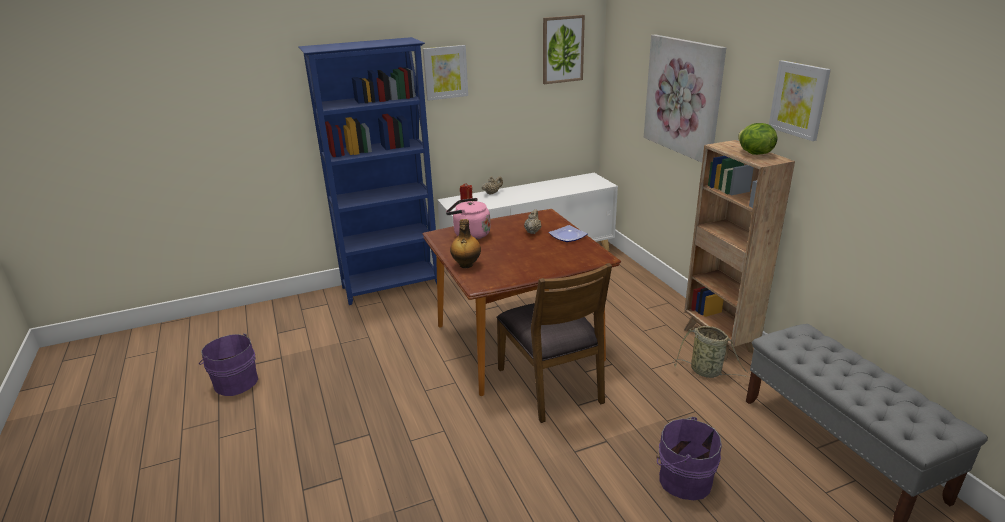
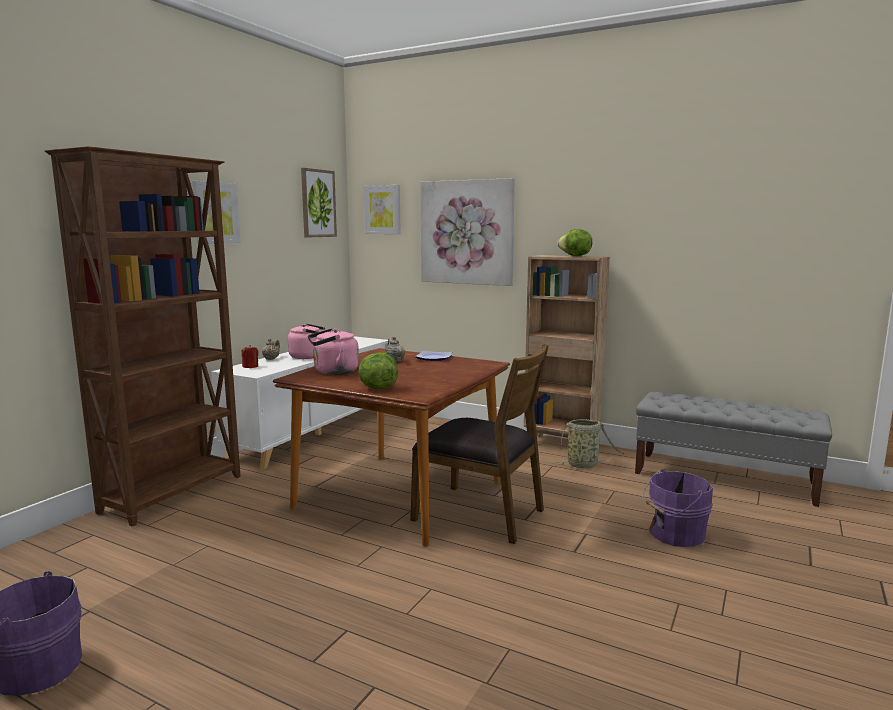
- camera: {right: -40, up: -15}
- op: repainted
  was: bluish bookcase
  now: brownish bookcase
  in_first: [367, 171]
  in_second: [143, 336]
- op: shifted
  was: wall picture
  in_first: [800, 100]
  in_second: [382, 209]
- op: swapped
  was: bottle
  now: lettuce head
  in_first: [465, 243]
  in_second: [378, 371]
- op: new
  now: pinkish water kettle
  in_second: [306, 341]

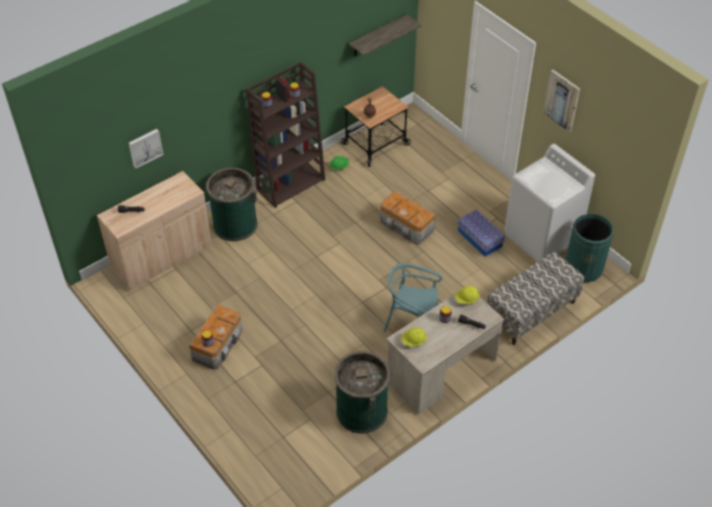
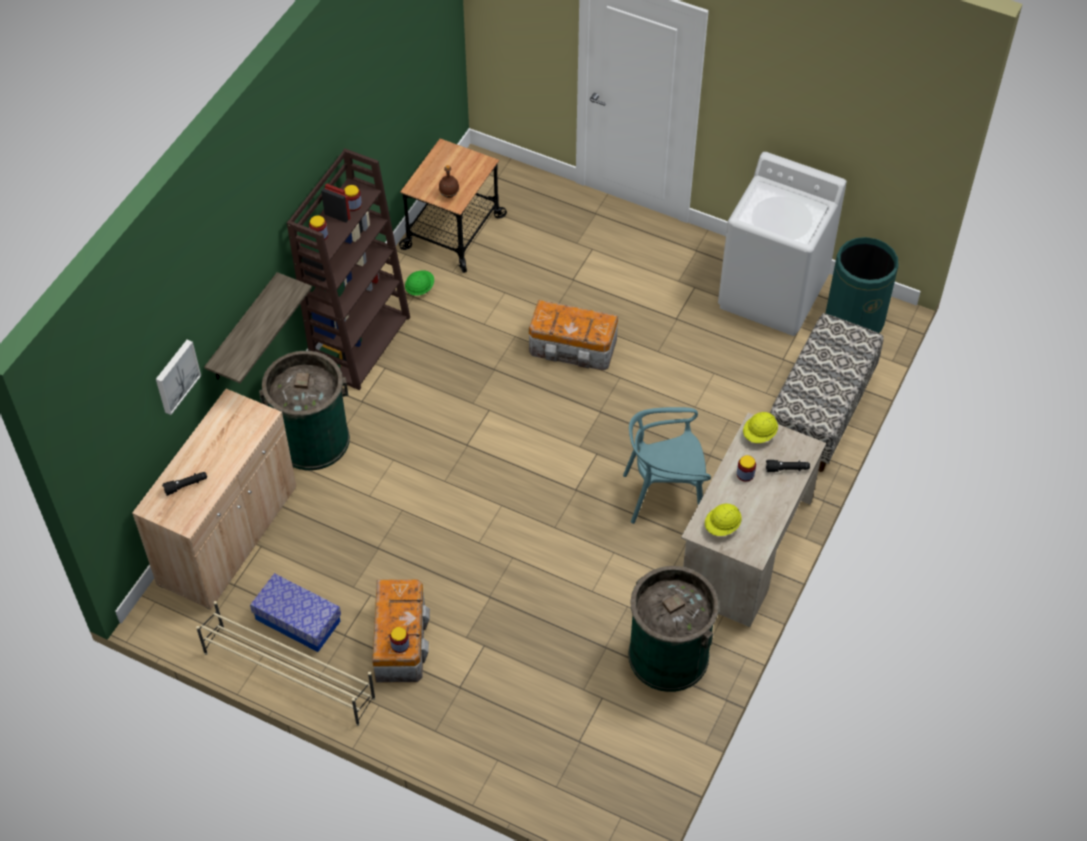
- camera: {right: -25, up: 5}
- op: shifted
  was: shelf
  in_first: [385, 35]
  in_second: [258, 327]
- op: gone
  was: wall picture
  in_first: [561, 101]
- op: shifted
  was: storage box
  in_first: [481, 233]
  in_second: [295, 612]
- op: new
  now: beige shoe stand
  in_second: [286, 663]

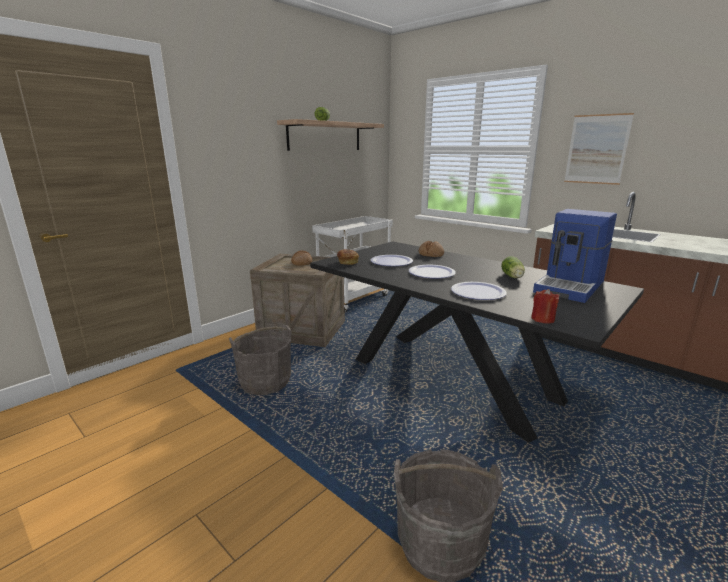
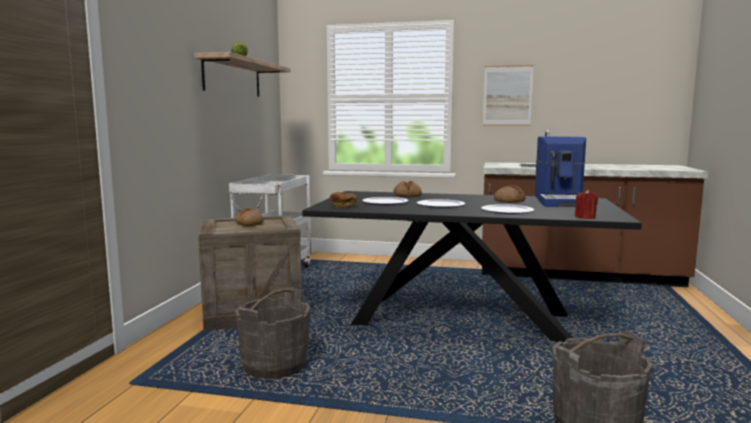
- camera: {right: -30, up: -10}
- op: swapped
  was: lettuce head
  now: baked bread
  in_first: [513, 267]
  in_second: [510, 194]

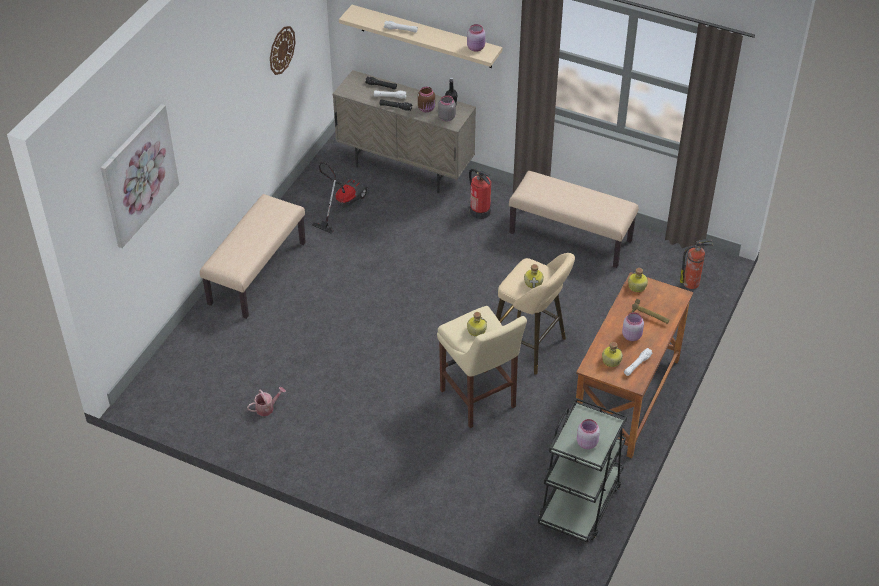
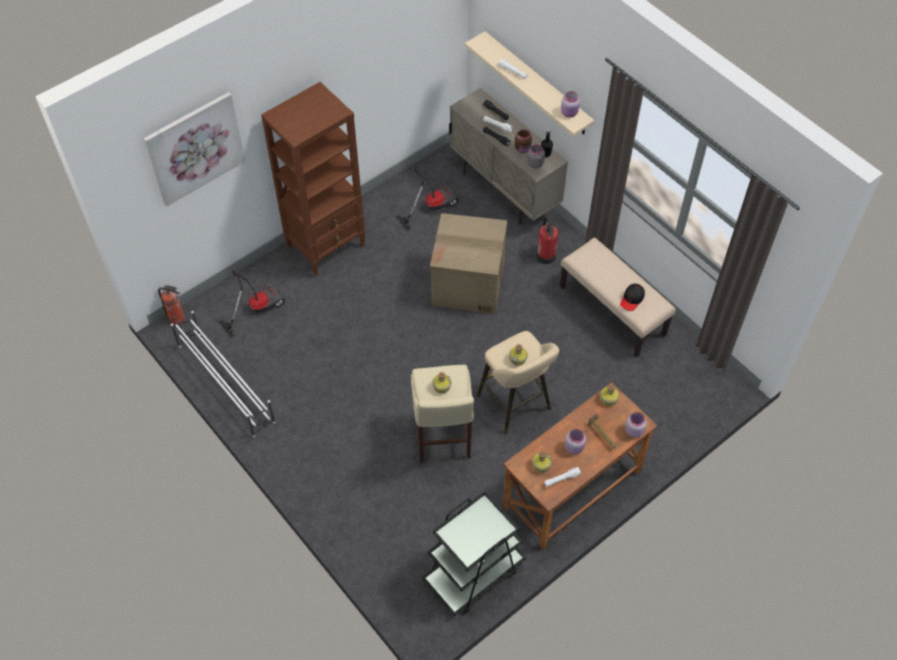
- camera: {right: 25, up: 10}
- op: gone
  was: hanging clock
  in_first: [283, 50]
- op: swapped
  was: beige bench
  now: brownish bookcase
  in_first: [253, 256]
  in_second: [313, 179]
- op: shifted
  was: fire-fighting cylinder
  in_first: [697, 264]
  in_second: [171, 305]
- op: gone
  was: watering can
  in_first: [266, 401]
- op: shifted
  was: pinkish jar
  in_first: [588, 434]
  in_second: [636, 425]
- op: new
  now: cardboard box
  in_second: [468, 263]
- op: new
  now: vacuum
  in_second: [251, 304]
- op: new
  now: black-coloured peaked cap
  in_second: [632, 297]
- op: new
  now: white-coloured shoe stand
  in_second: [223, 374]

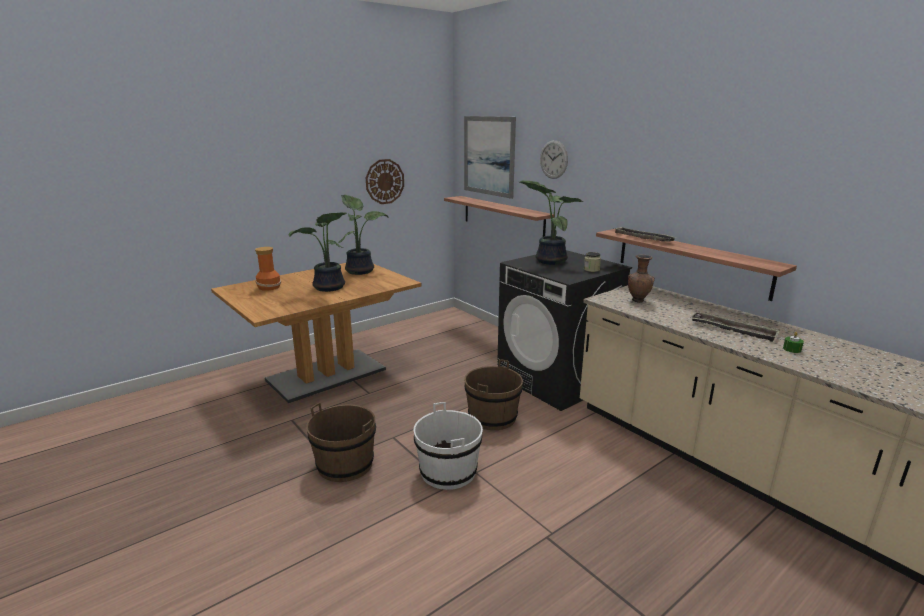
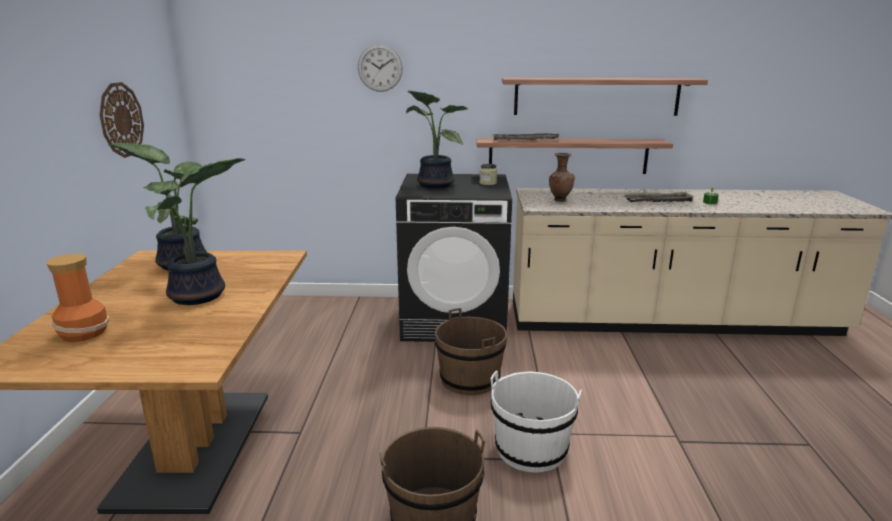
- camera: {right: -50, up: 0}
- op: gone
  was: wall picture
  in_first: [490, 157]
- op: shifted
  was: shelf
  in_first: [499, 216]
  in_second: [605, 97]

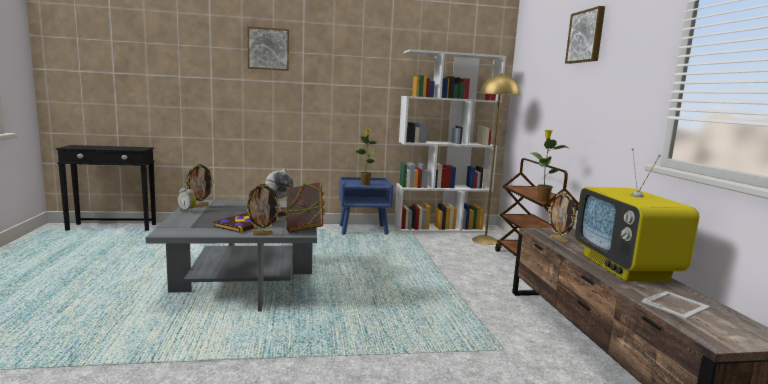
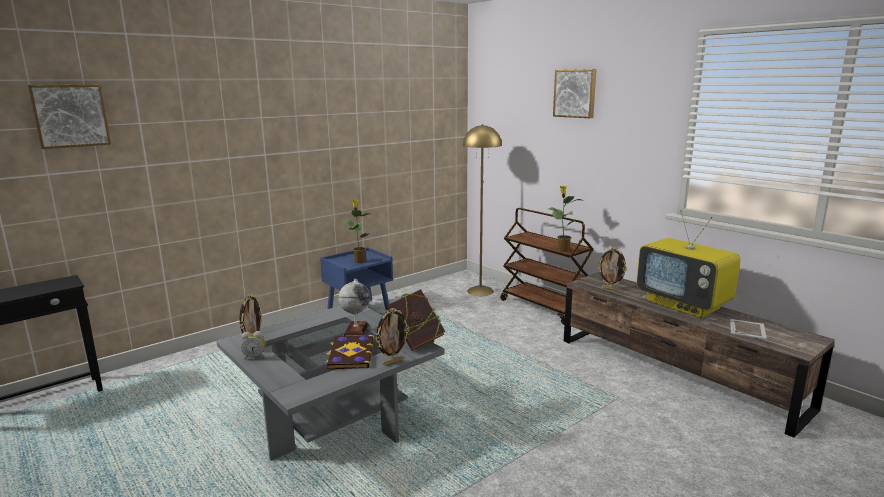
- camera: {right: -30, up: 5}
- op: shifted
  was: wall picture
  in_first: [268, 48]
  in_second: [69, 116]
- op: gone
  was: white-coloured bookcase
  in_first: [450, 140]

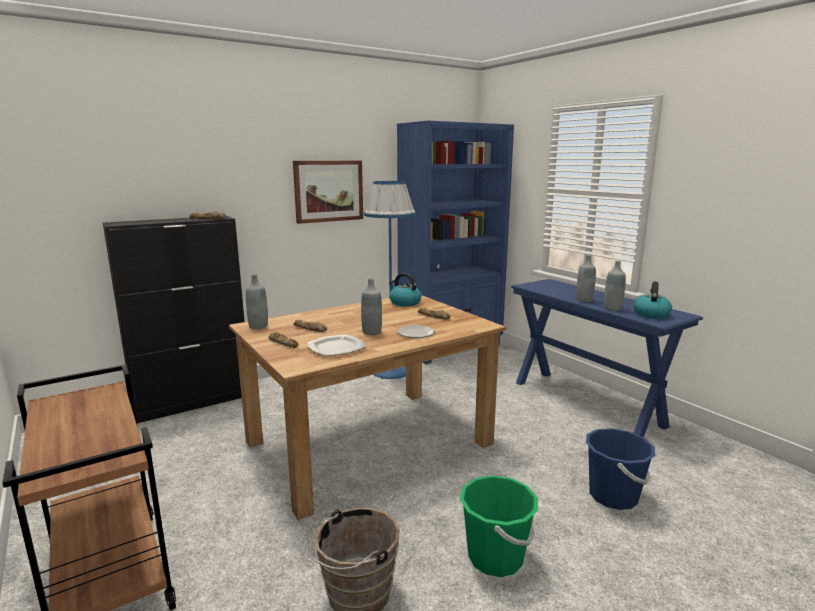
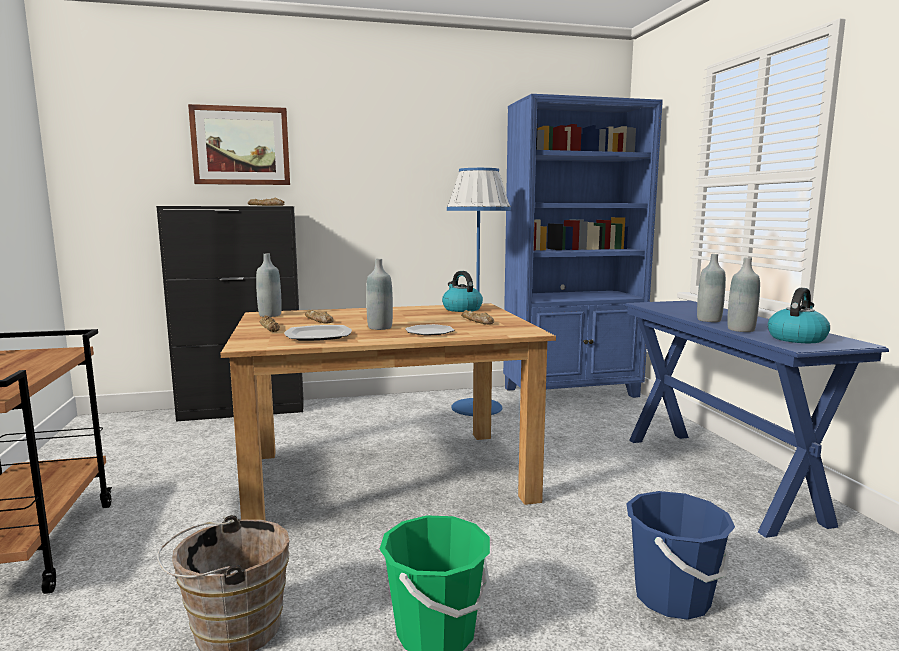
- camera: {right: 20, up: -5}
- op: shifted
  was: wall picture
  in_first: [328, 192]
  in_second: [239, 144]

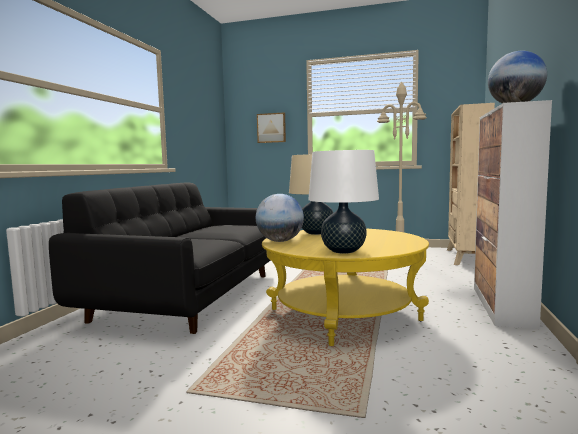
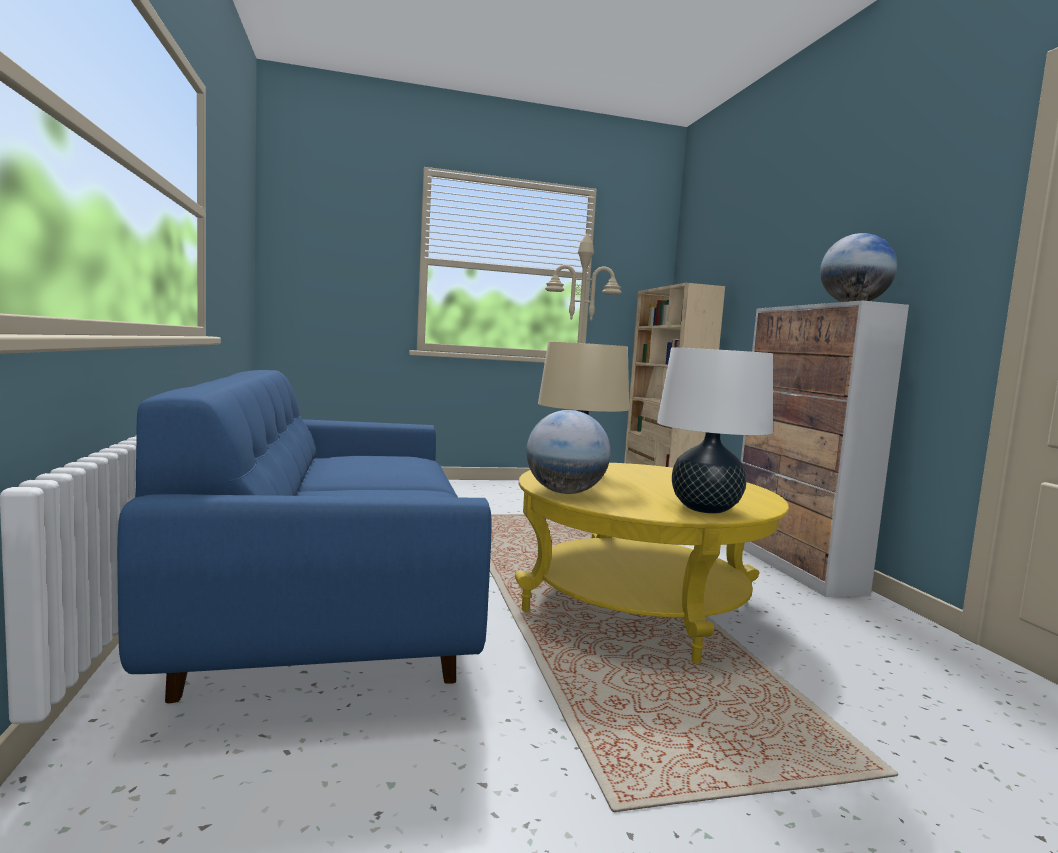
- camera: {right: -30, up: 0}
- op: gone
  was: wall picture
  in_first: [271, 128]
- op: repainted
  was: black-coloured sofa
  now: bluish sofa
  in_first: [160, 258]
  in_second: [304, 536]

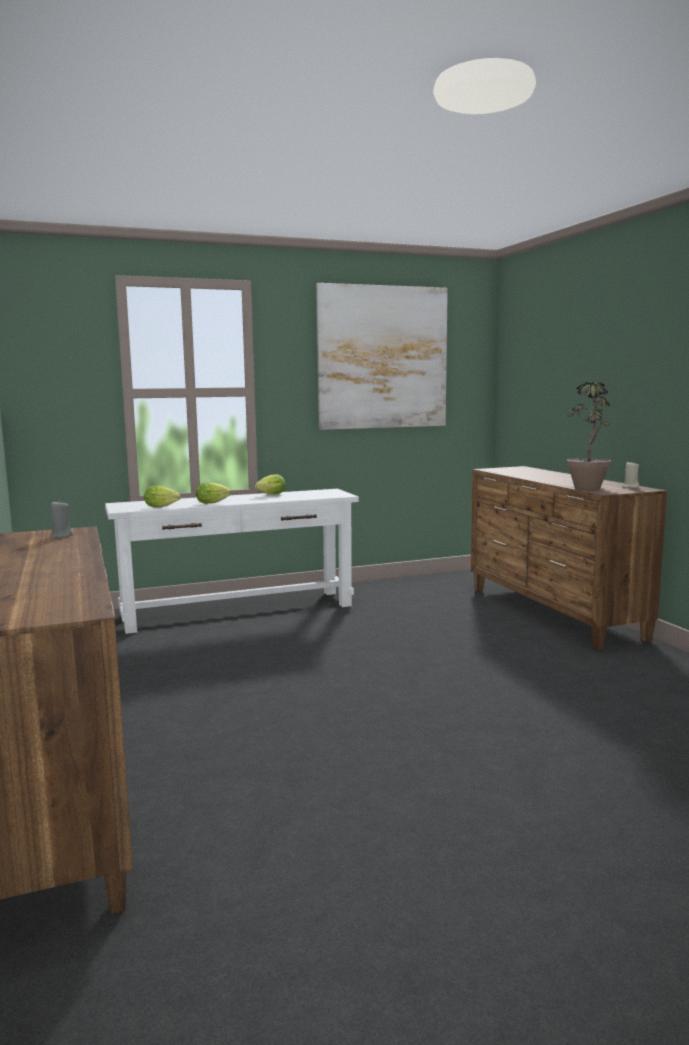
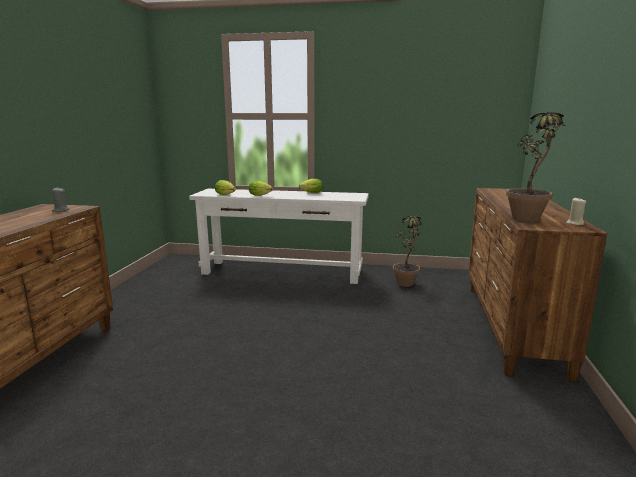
- camera: {right: 30, up: 5}
- op: gone
  was: wall picture
  in_first: [382, 356]
- op: new
  now: plant in a pot
  in_second: [407, 251]

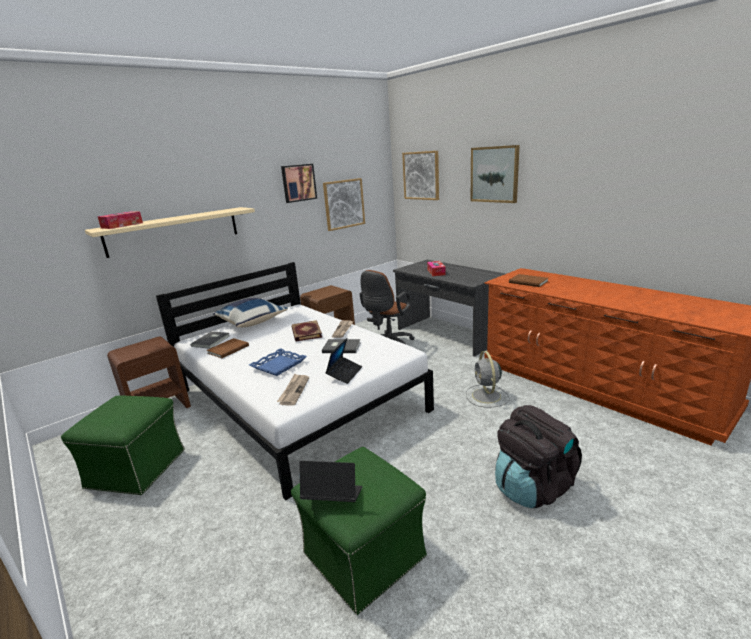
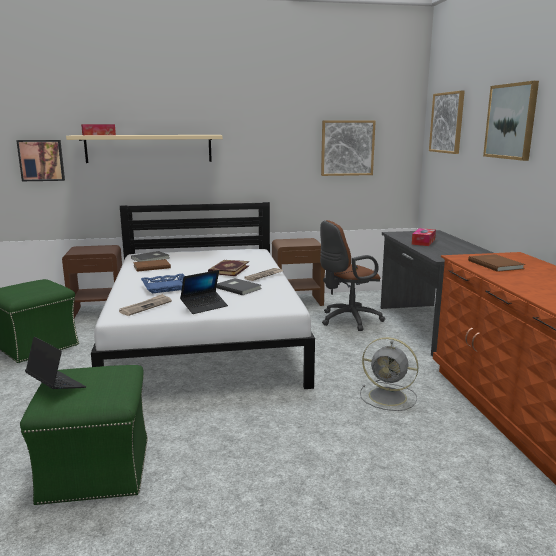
- camera: {right: 30, up: -5}
- op: shifted
  was: wall picture
  in_first: [299, 183]
  in_second: [40, 160]
- op: gone
  was: bluish cushion
  in_first: [250, 313]
- op: rotated
  was: greyish fan
  in_first: [488, 379]
  in_second: [389, 374]
  clockwise: -90
- op: gone
  was: black-coloured rucksack
  in_first: [538, 456]

